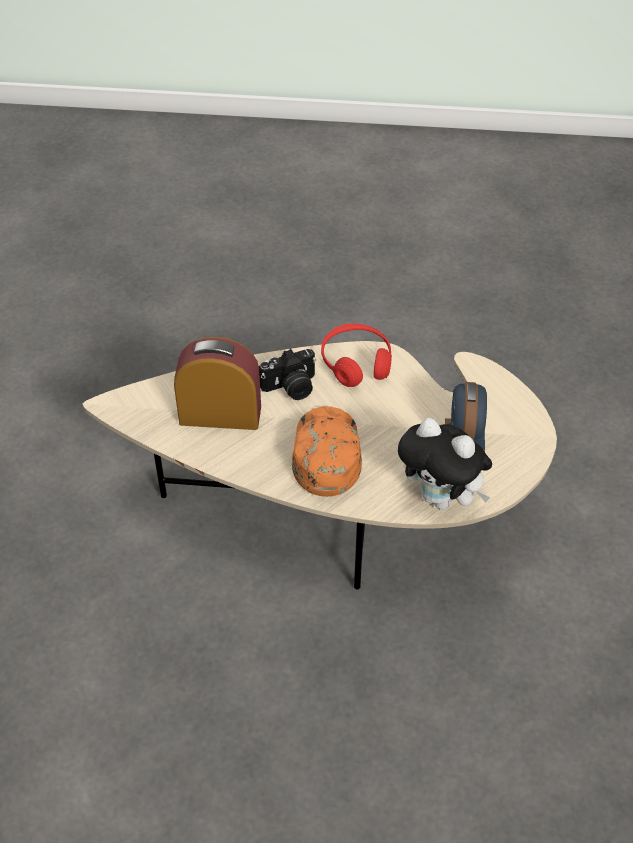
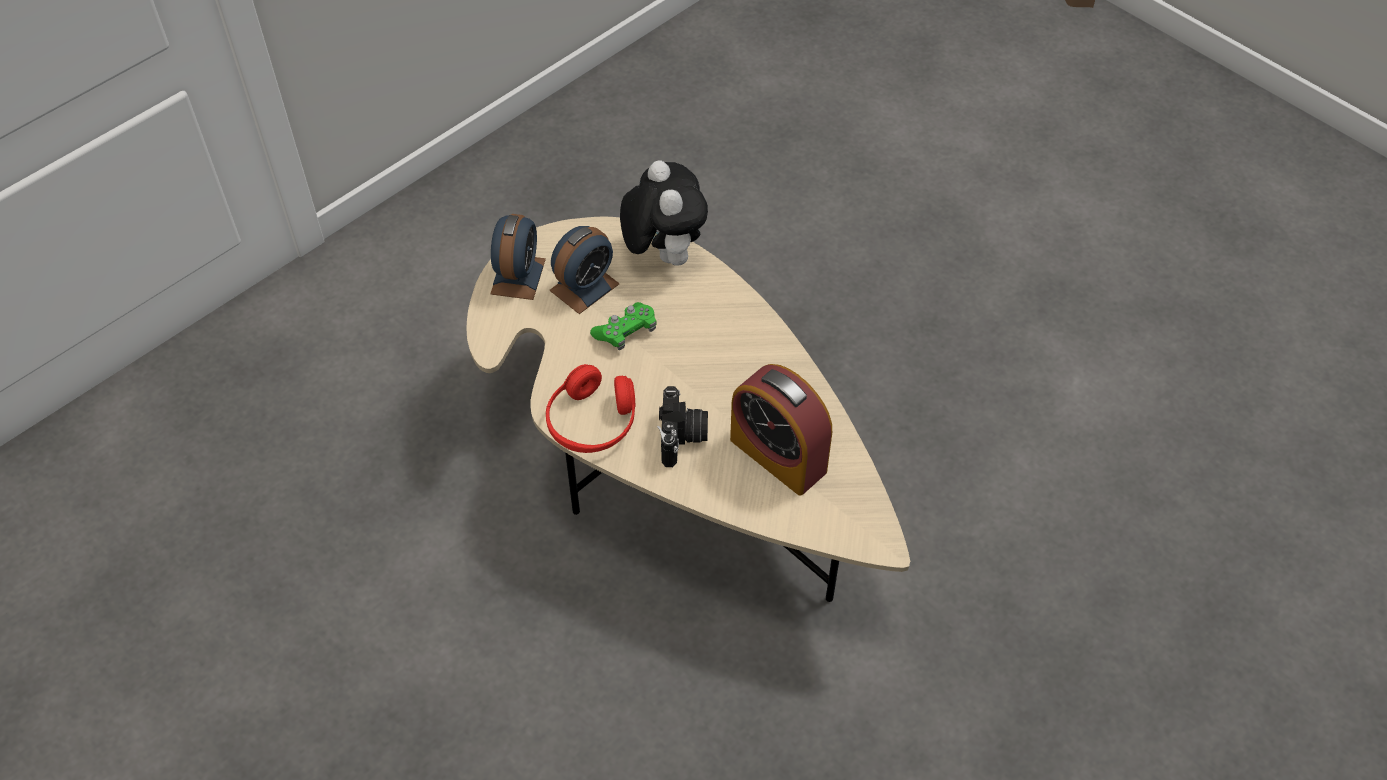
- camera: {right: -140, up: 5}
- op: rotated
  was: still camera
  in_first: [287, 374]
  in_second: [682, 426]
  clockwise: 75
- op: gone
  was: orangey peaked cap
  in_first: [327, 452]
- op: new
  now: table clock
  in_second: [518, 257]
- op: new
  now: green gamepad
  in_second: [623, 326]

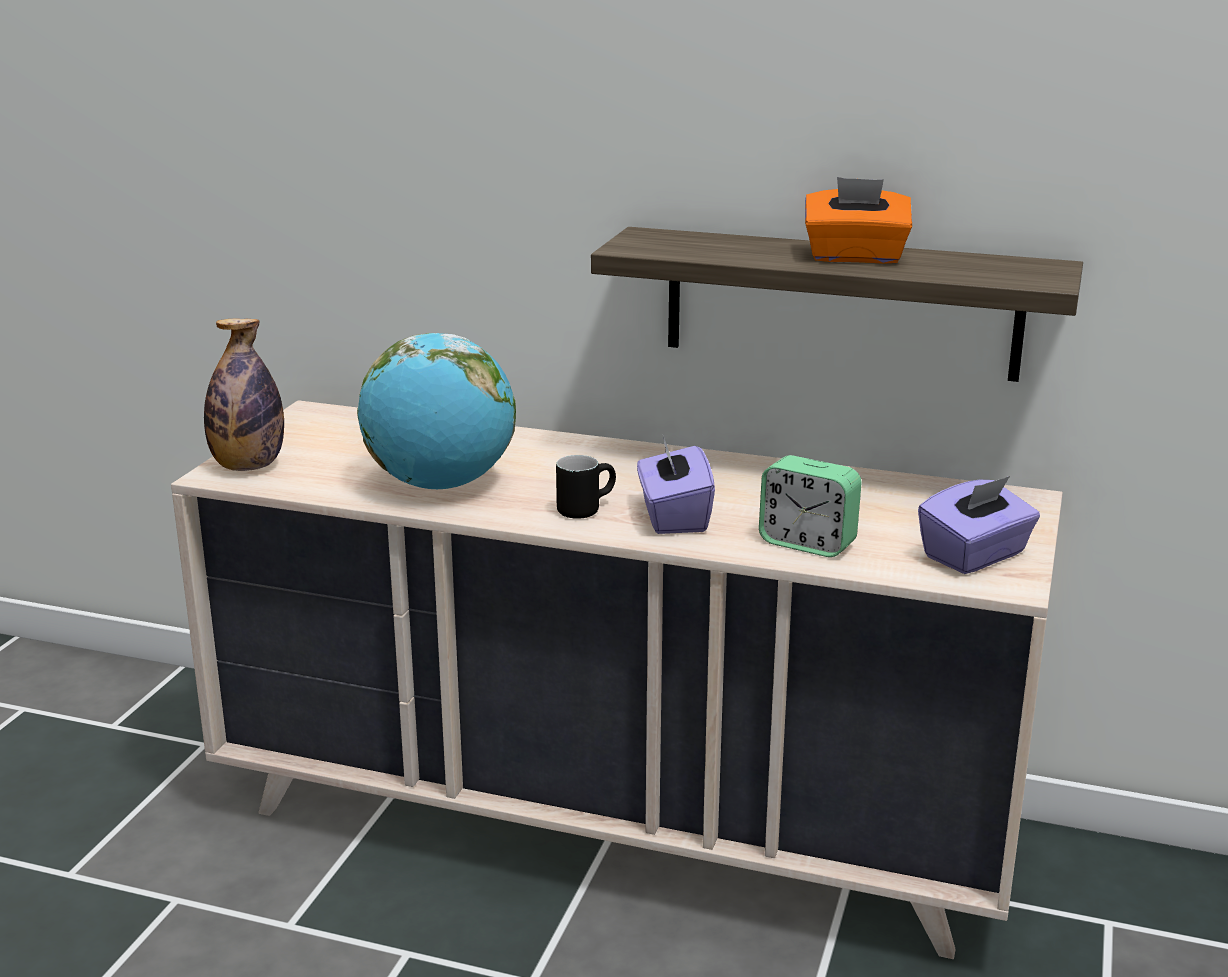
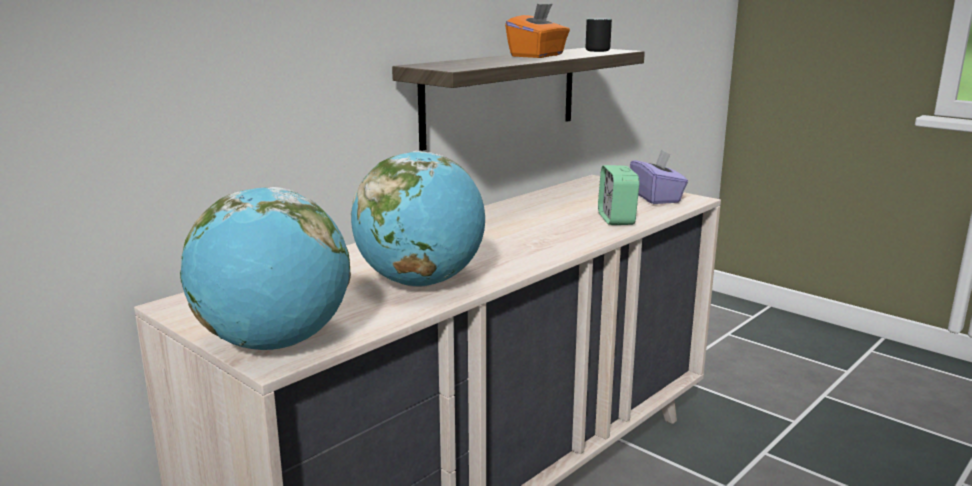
- camera: {right: -65, up: -5}
- op: swapped
  was: bottle
  now: desk globe
  in_first: [244, 395]
  in_second: [265, 268]
- op: gone
  was: purple-coloured tissue box
  in_first: [676, 484]
- op: shifted
  was: black-coloured tea mug
  in_first: [586, 487]
  in_second: [599, 35]
- op: rotated
  was: table clock
  in_first: [810, 506]
  in_second: [618, 195]
  clockwise: 120

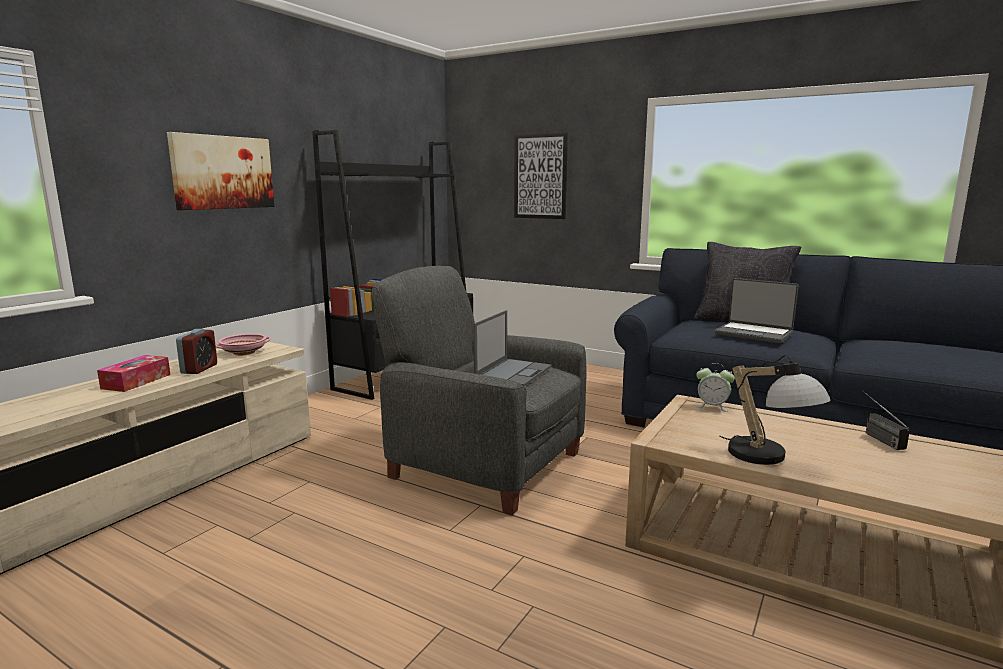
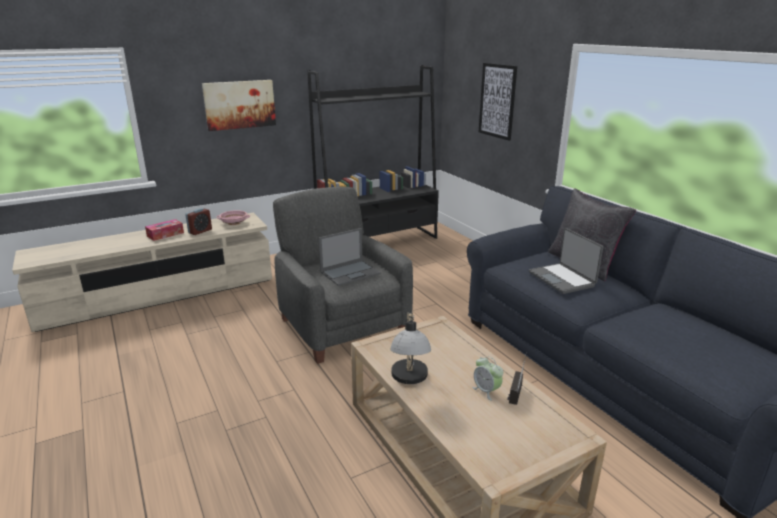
- camera: {right: 30, up: 10}
- op: shifted
  was: table clock
  in_first: [715, 387]
  in_second: [487, 378]

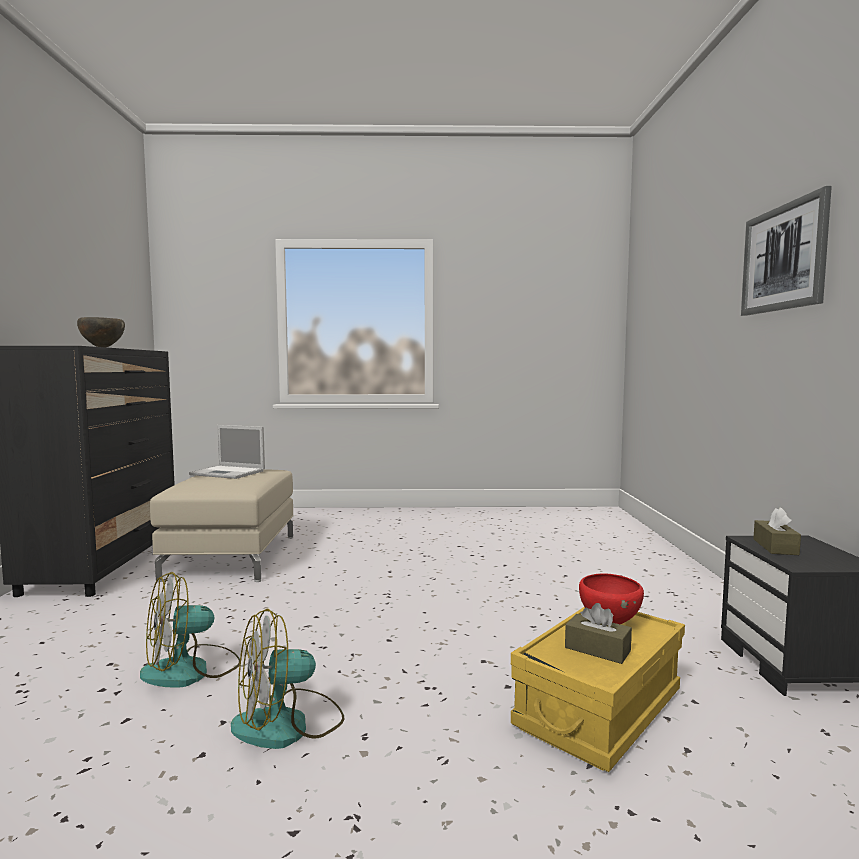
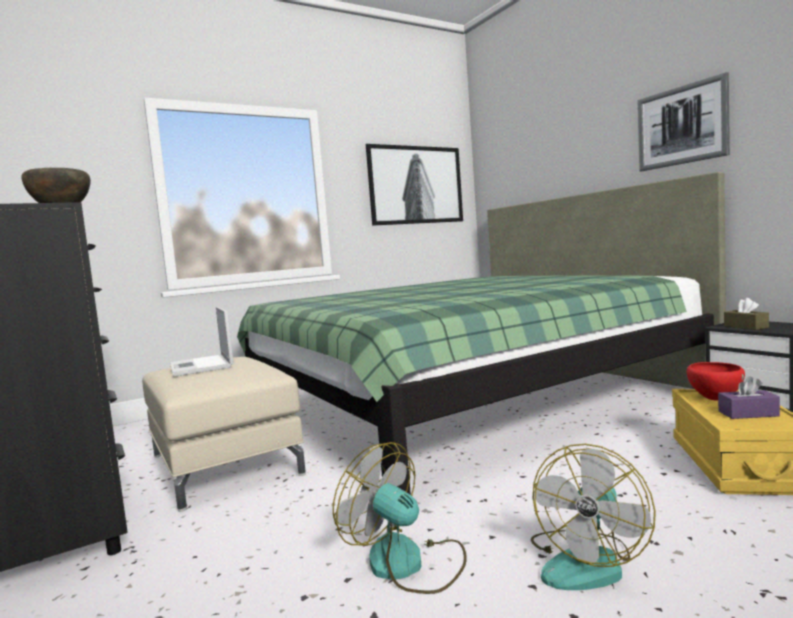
- camera: {right: -30, up: 0}
- op: rotated
  was: laptop
  in_first: [227, 452]
  in_second: [201, 342]
  clockwise: 75
- op: rotated
  was: fan
  in_first: [190, 630]
  in_second: [400, 518]
  clockwise: 105
- op: repainted
  was: brownish tissue box
  now: purple-coloured tissue box
  in_first: [598, 633]
  in_second: [749, 397]
- op: new
  now: wall picture
  in_second: [414, 185]
- op: new
  now: green bedroom bed
  in_second: [481, 333]

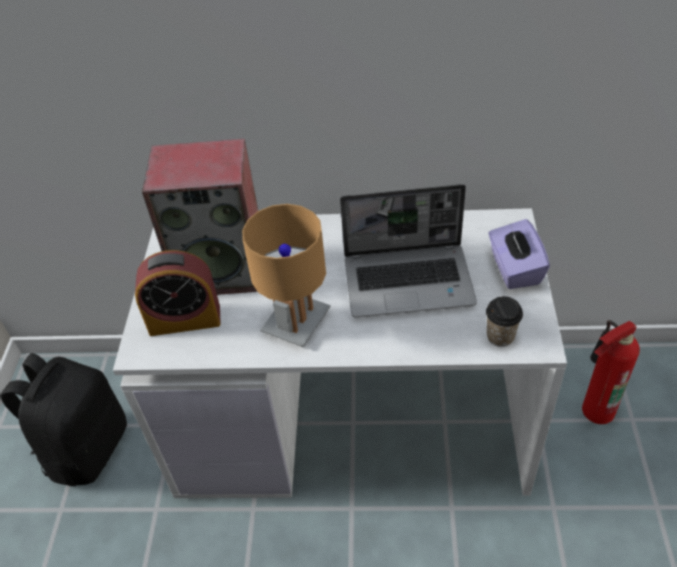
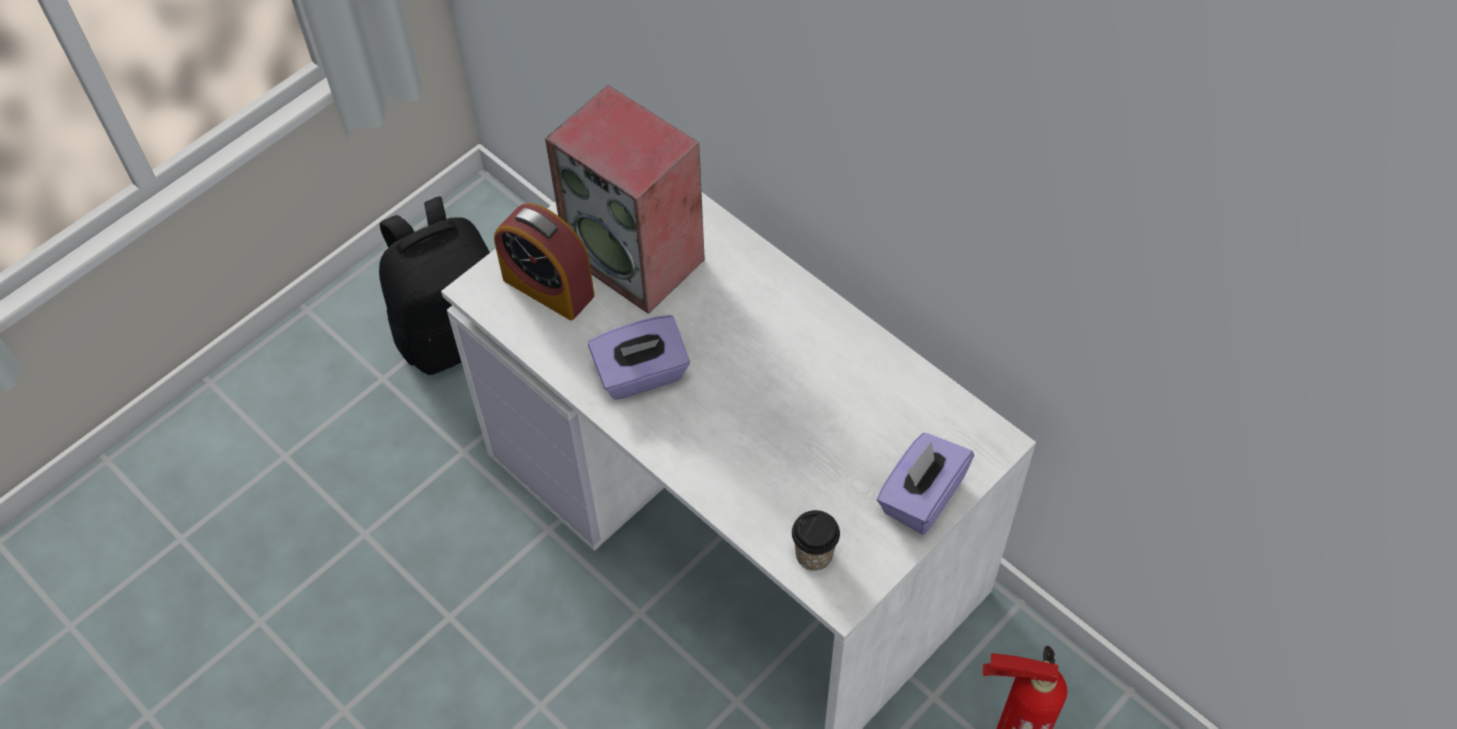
- camera: {right: 40, up: 10}
- op: gone
  was: laptop
  in_first: [408, 250]
- op: swapped
  was: brownish table lamp
  now: purple-coloured tissue box
  in_first: [286, 275]
  in_second: [639, 357]

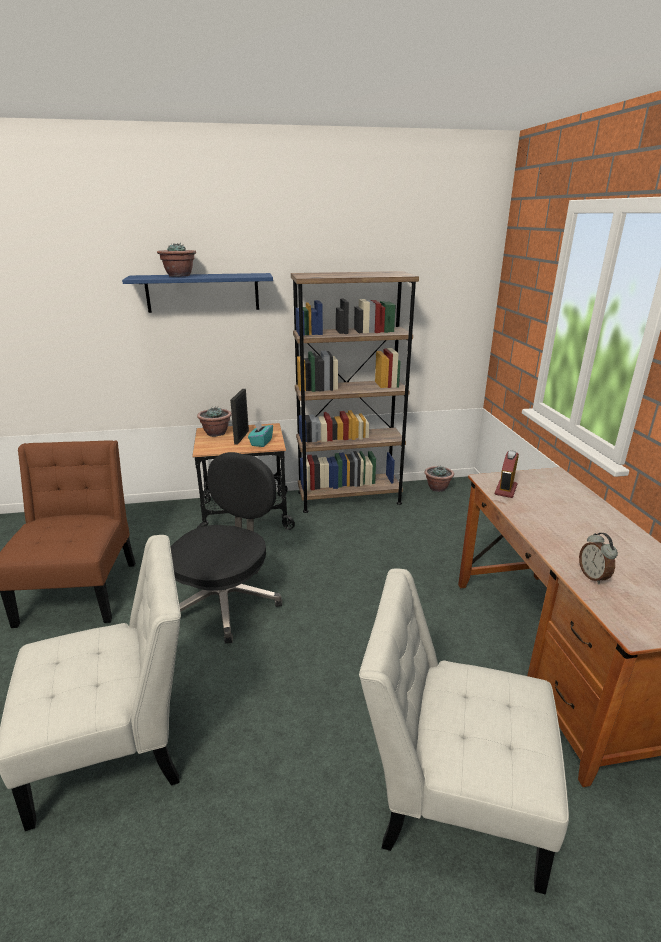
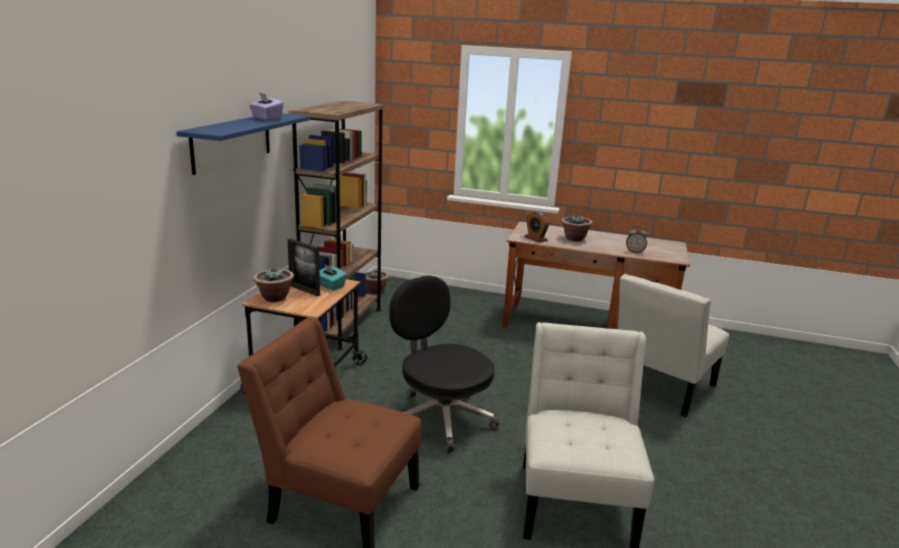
- camera: {right: -65, up: -5}
- op: shifted
  was: plant in a pot
  in_first: [176, 260]
  in_second: [577, 228]
- op: new
  now: purple-coloured tissue box
  in_second: [266, 106]

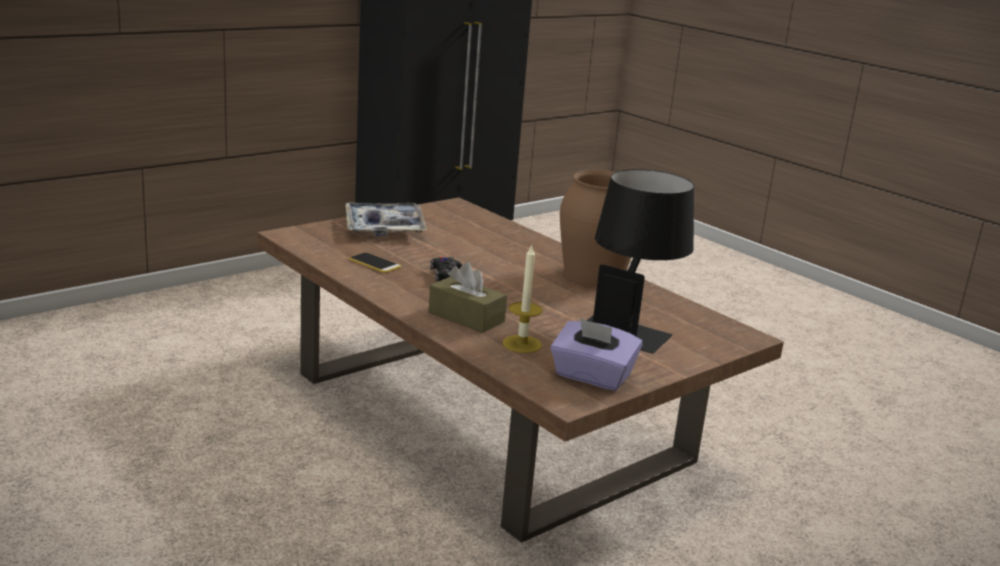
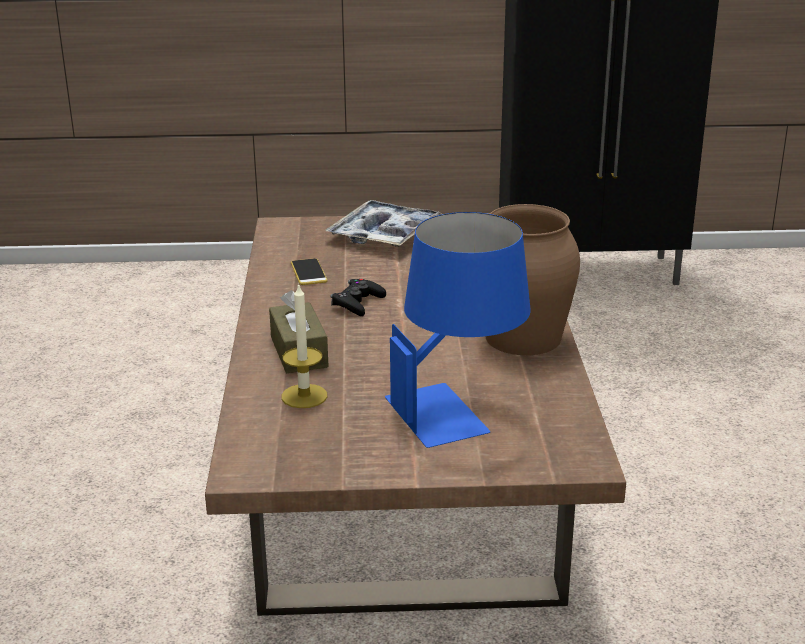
- camera: {right: 40, up: 5}
- op: repainted
  was: black-coloured table lamp
  now: bluish table lamp
  in_first: [640, 261]
  in_second: [458, 330]
- op: gone
  was: purple-coloured tissue box
  in_first: [596, 354]

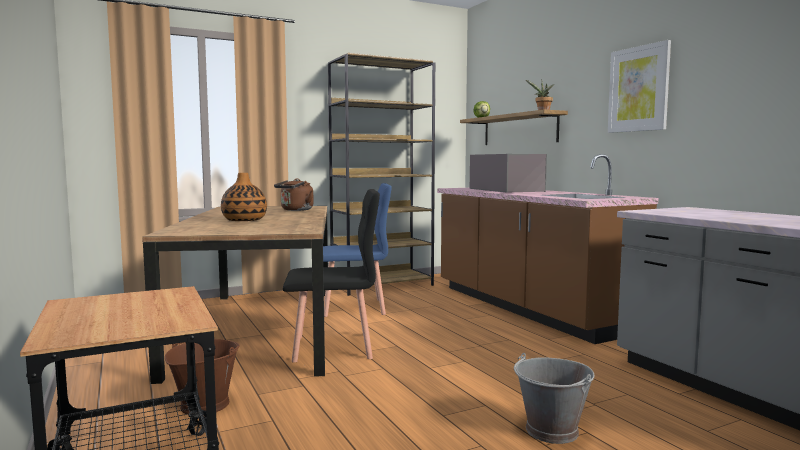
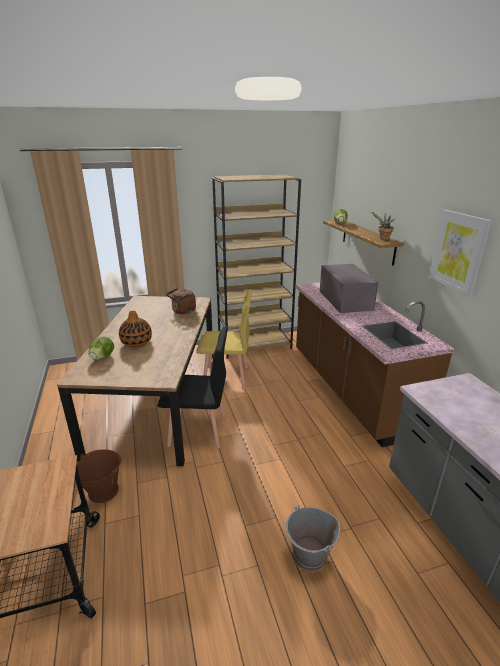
- camera: {right: 10, up: 20}
- op: repainted
  was: bluish plain chair
  now: yellow-coloured plain chair
  in_first: [357, 250]
  in_second: [224, 339]
- op: new
  now: lettuce head
  in_second: [101, 348]

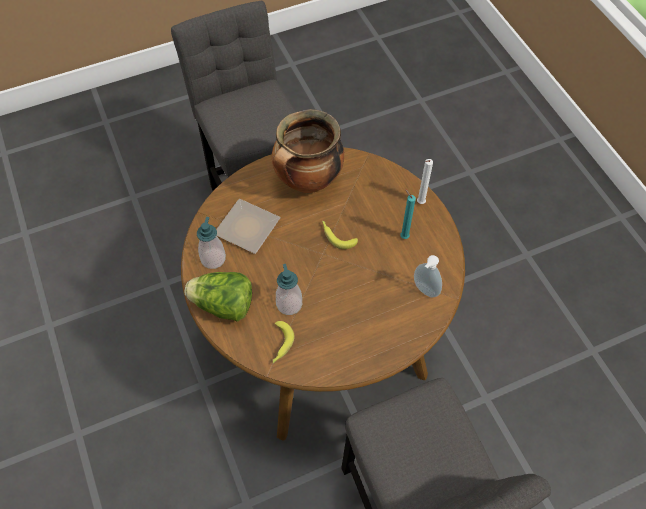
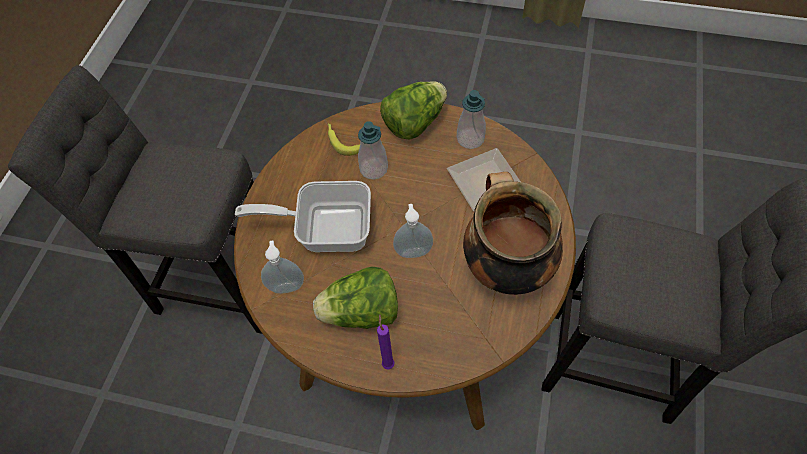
- camera: {right: 130, up: 0}
- op: repainted
  was: white-coloured candle
  now: purple-coloured candle
  in_first: [425, 181]
  in_second: [386, 341]
- op: swapped
  was: turquoise-coloured candle
  now: lettuce head
  in_first: [408, 214]
  in_second: [355, 297]
- op: swapped
  was: whole banana
  now: liquid soap bottle
  in_first: [340, 235]
  in_second: [413, 231]
- op: new
  now: frying pan
  in_second: [303, 216]

